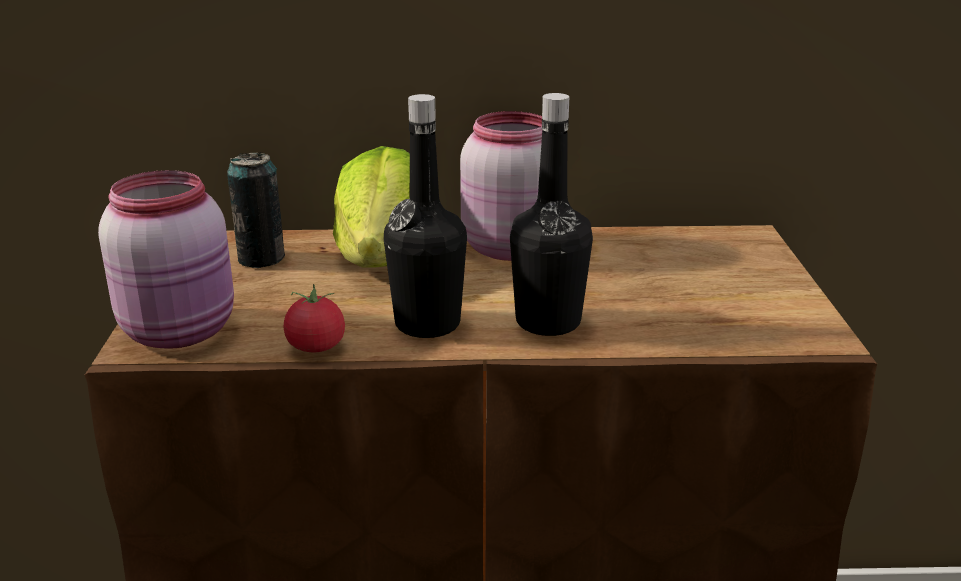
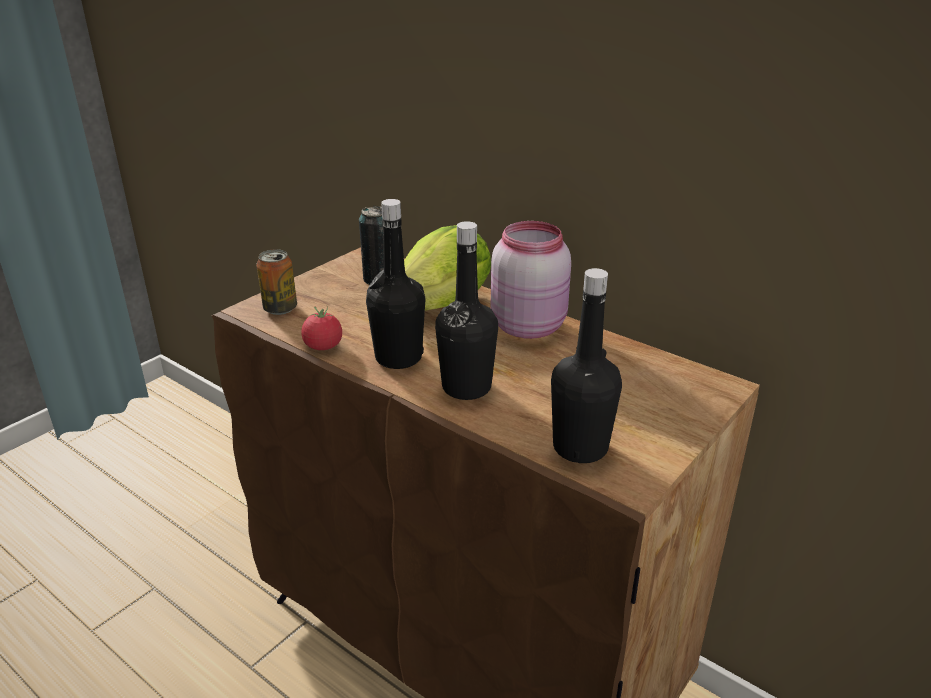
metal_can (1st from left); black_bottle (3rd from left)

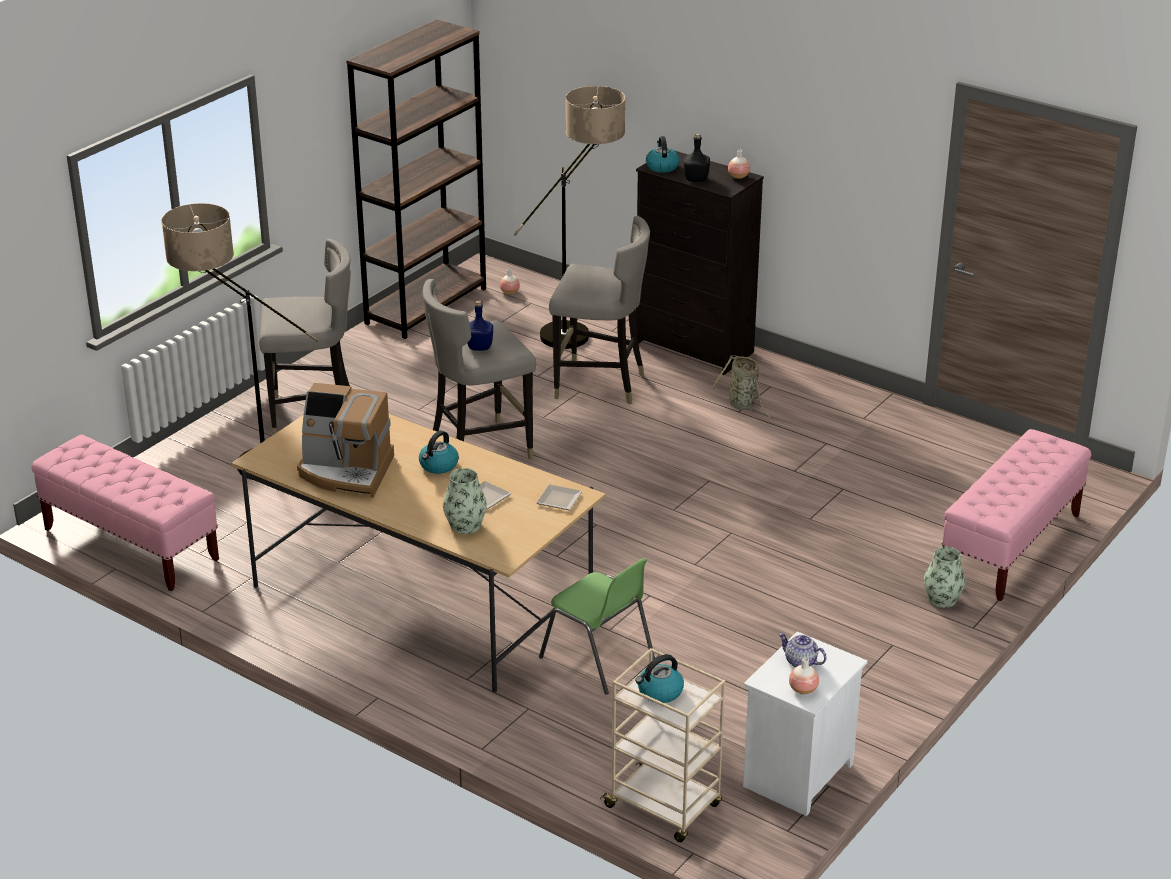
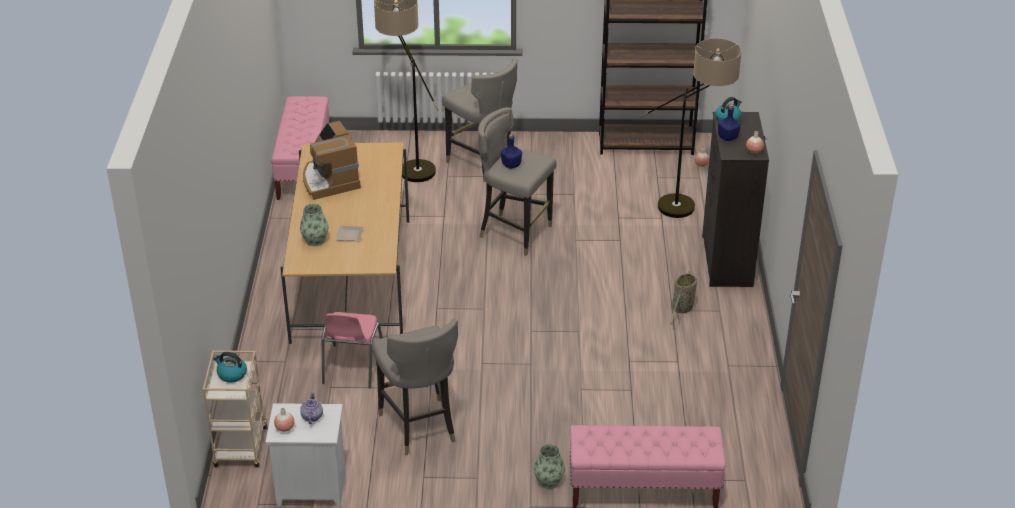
pink_chair; greyish_stool (1st from left); blue-coloured_bottle (2nd from left); tea_kettle (1st from left in the first image); plate (2nd from left in the first image)

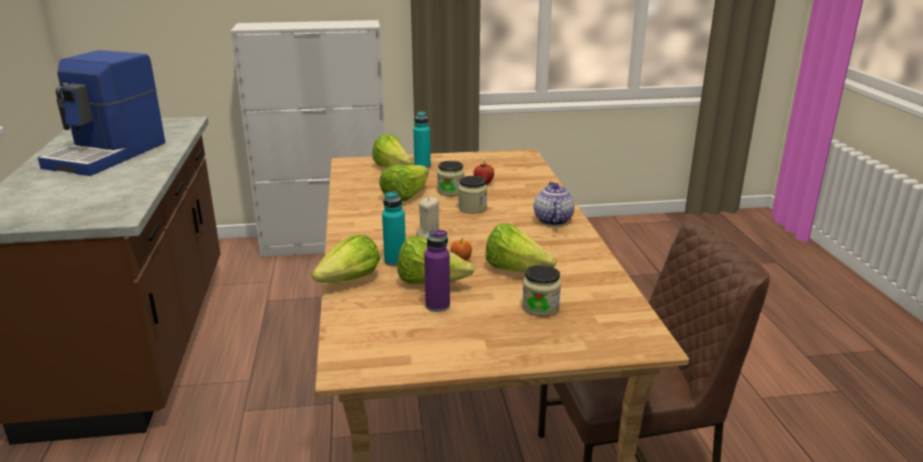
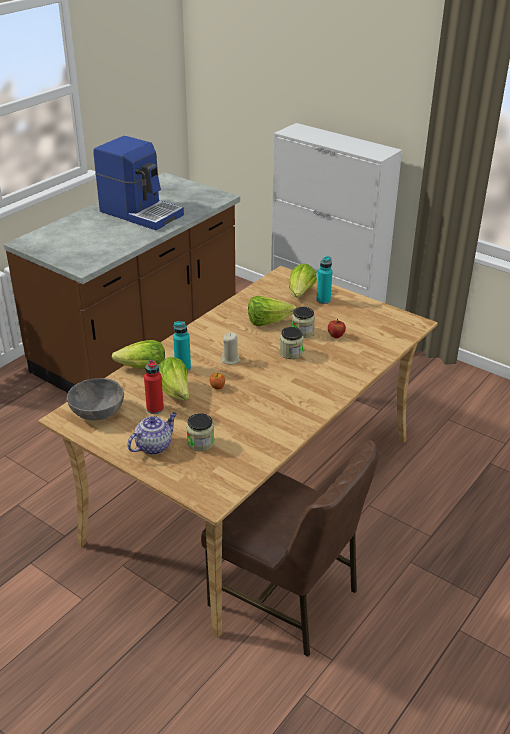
greyish_serving_bowl; coffee_brewer; tea_pot; red-coloured_bottle; lettuce_head (5th from left in the first image)

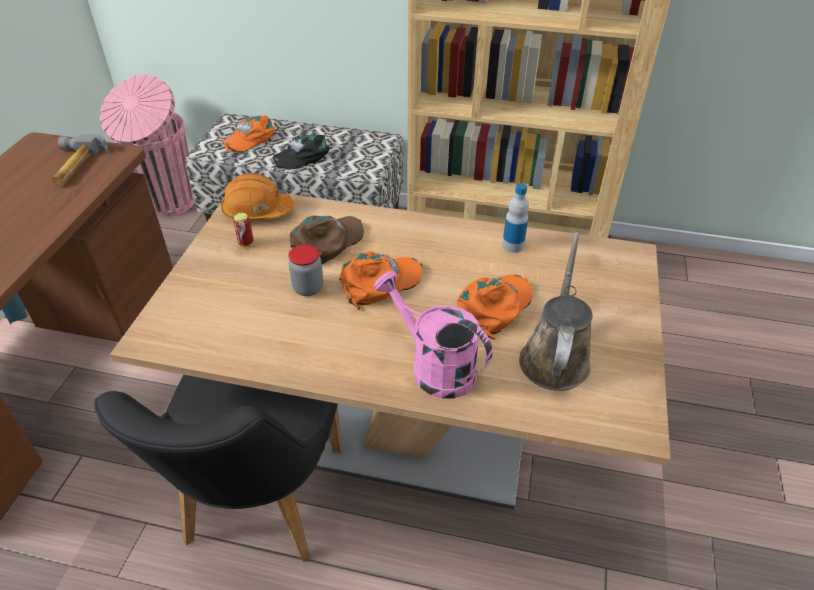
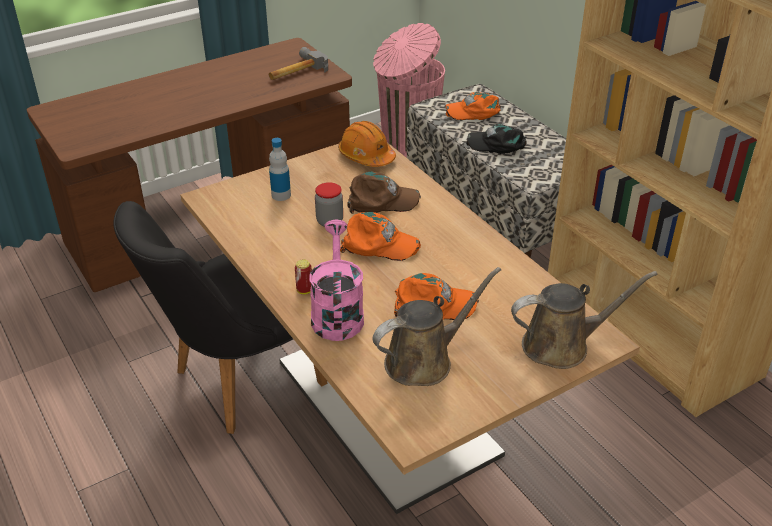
bottle; metal_can; brownish_watering_pot (2nd from left)

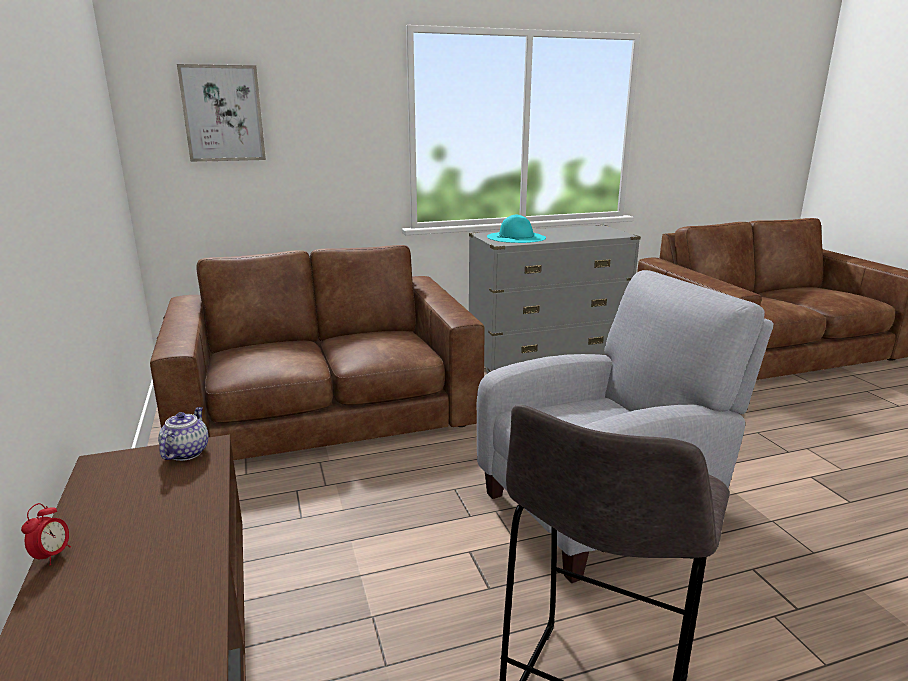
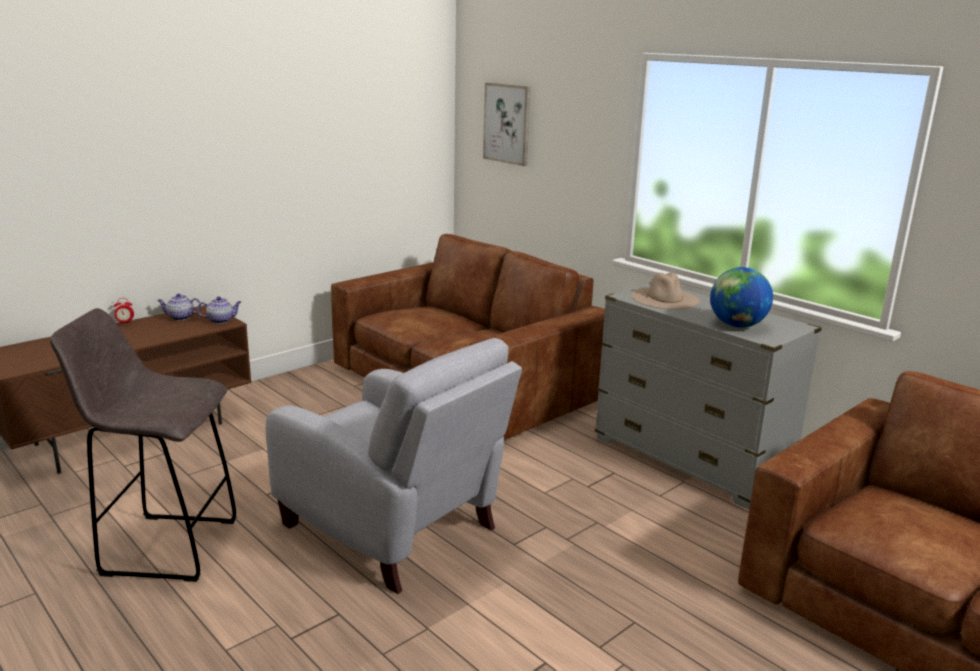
tea_pot (1st from left); beige_wearable_hat; globe

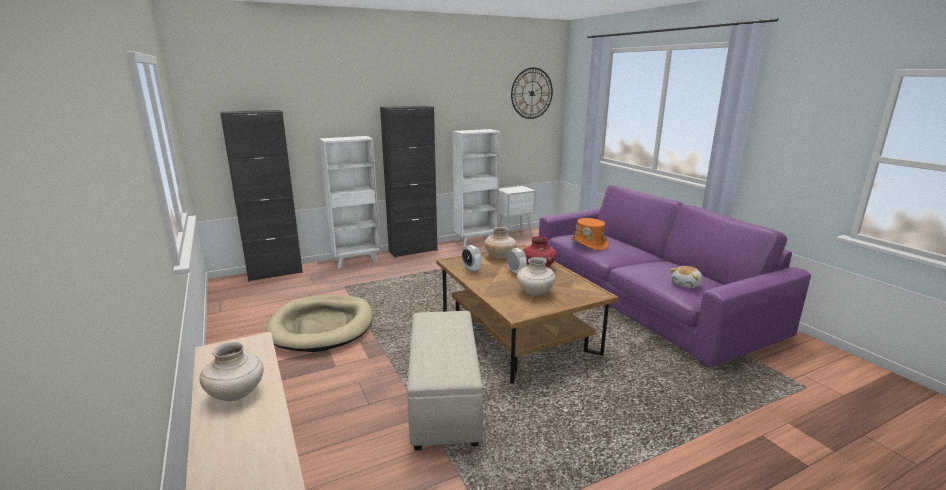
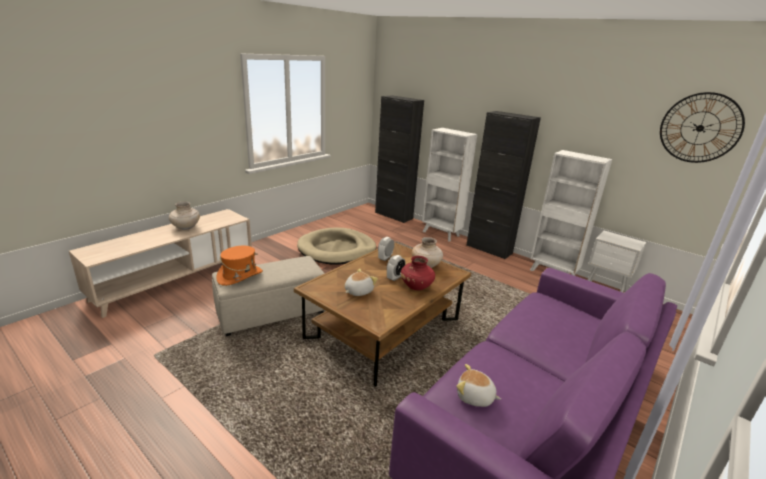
orangey_wearable_hat; soft_toy (1st from left)

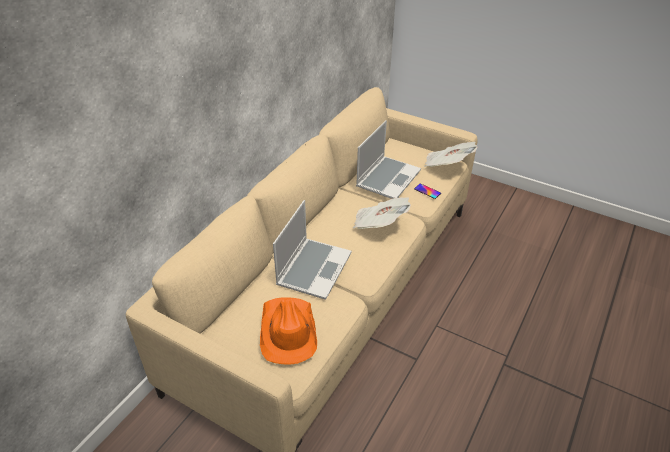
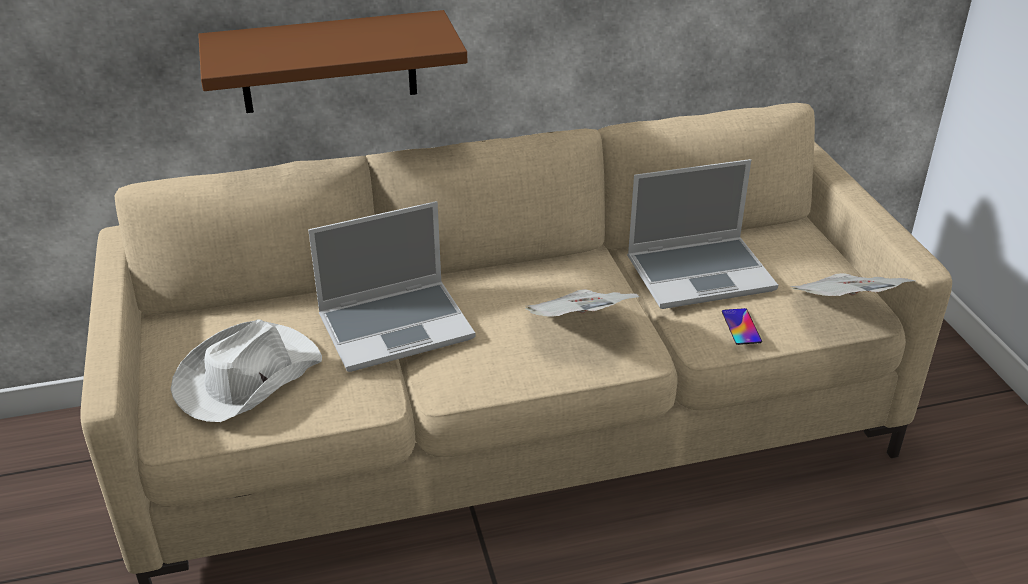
white-coloured_wearable_hat; brownish_shelf

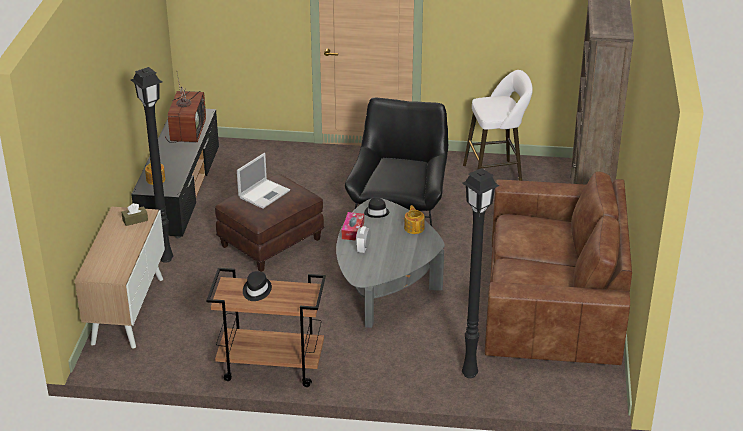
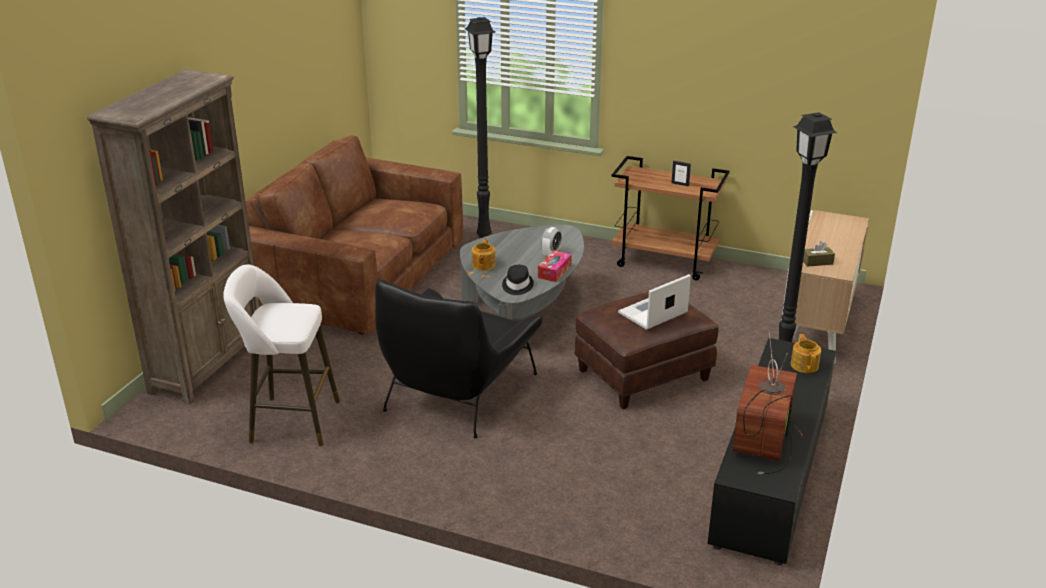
picture_frame

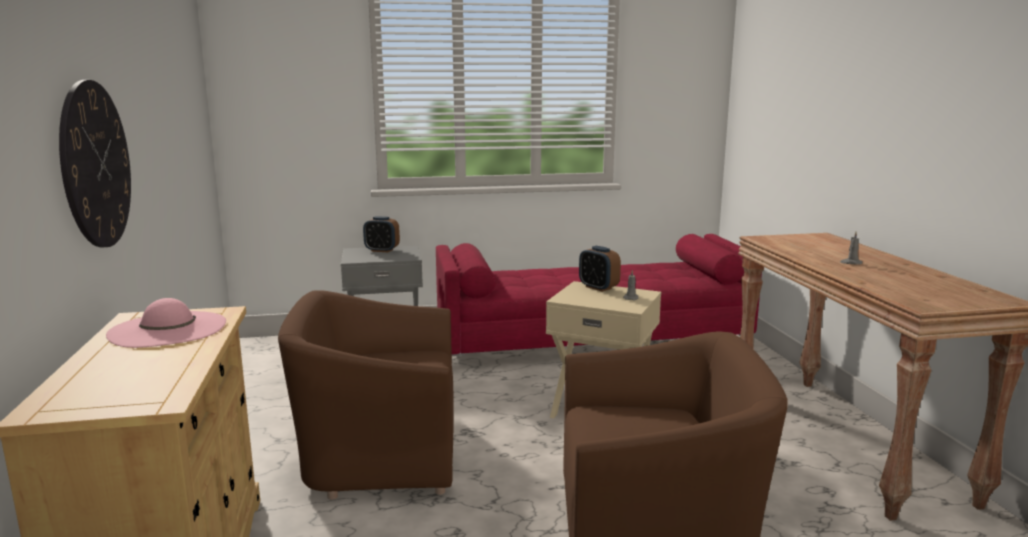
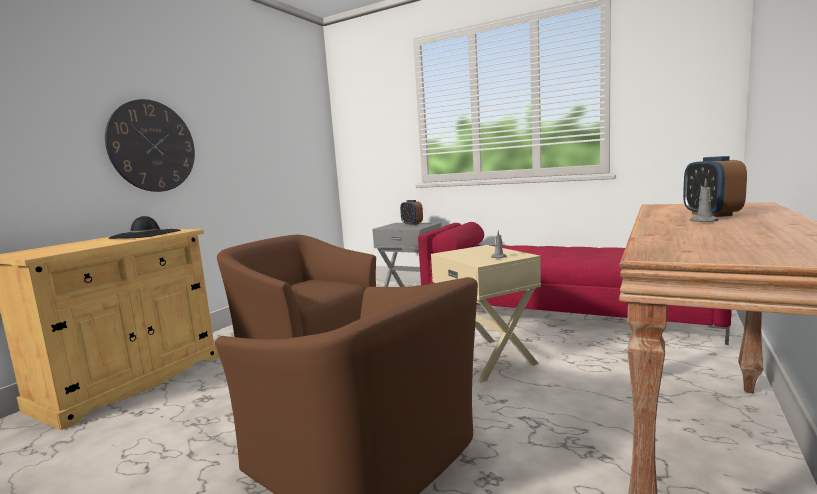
black_wearable_hat; alarm_clock (2nd from left)

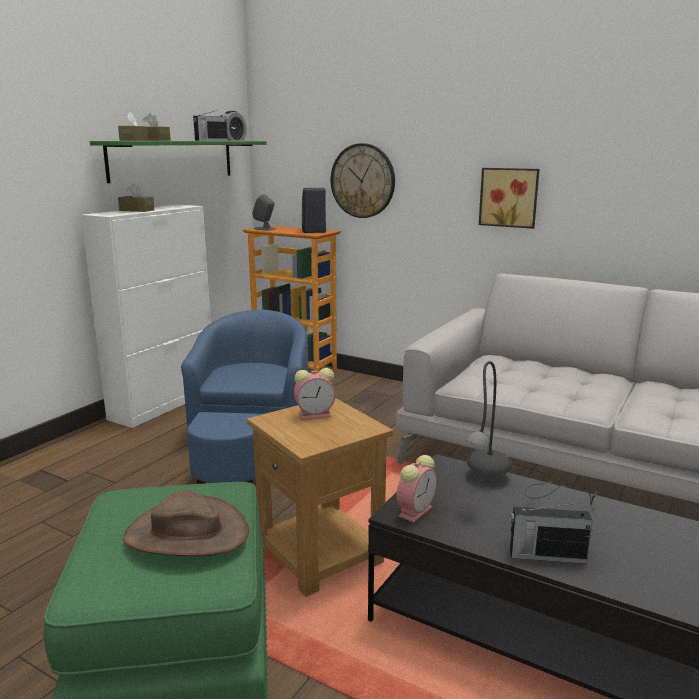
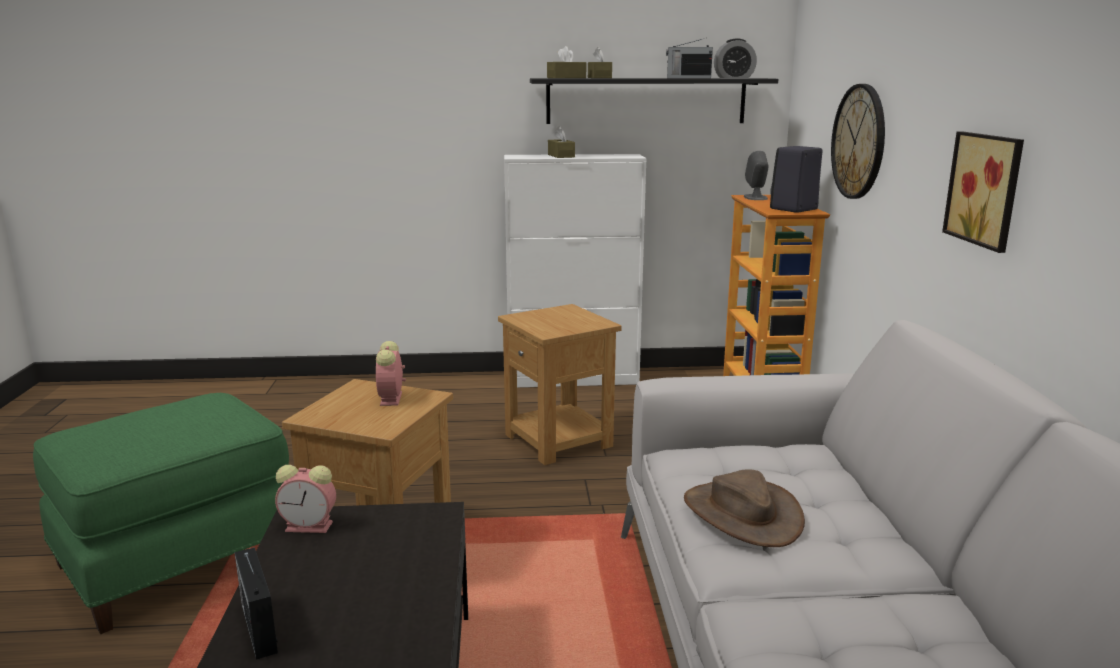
alarm_clock (2nd from left); brownish_side_table (2nd from left); black_shelf; brownish_wearable_hat; greyish_tabletop_lamp

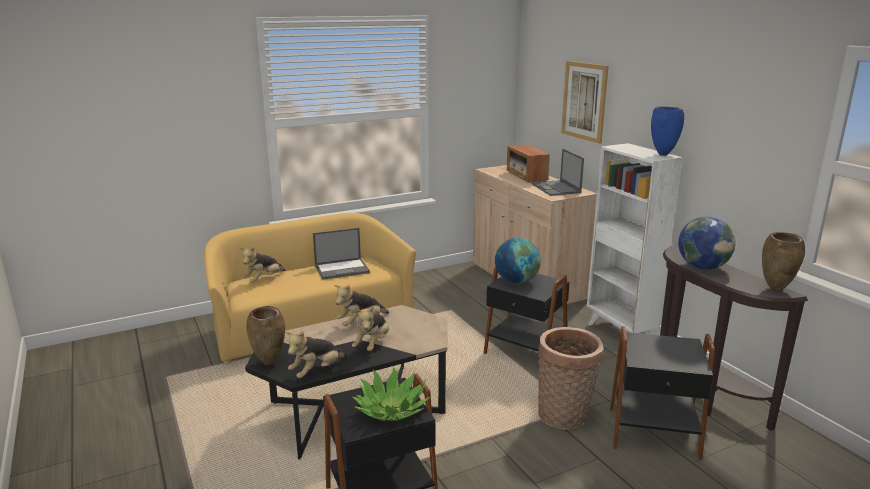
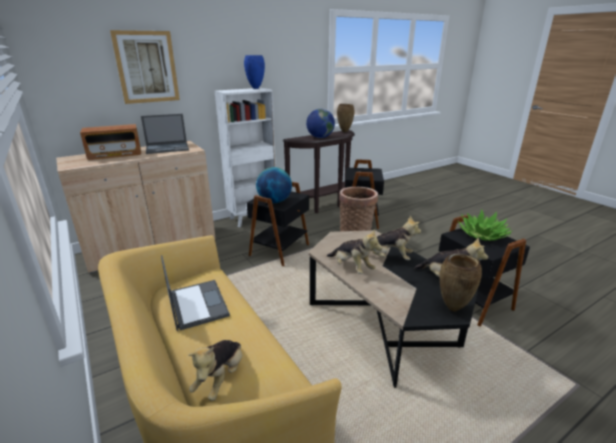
soft_toy (1st from left)

